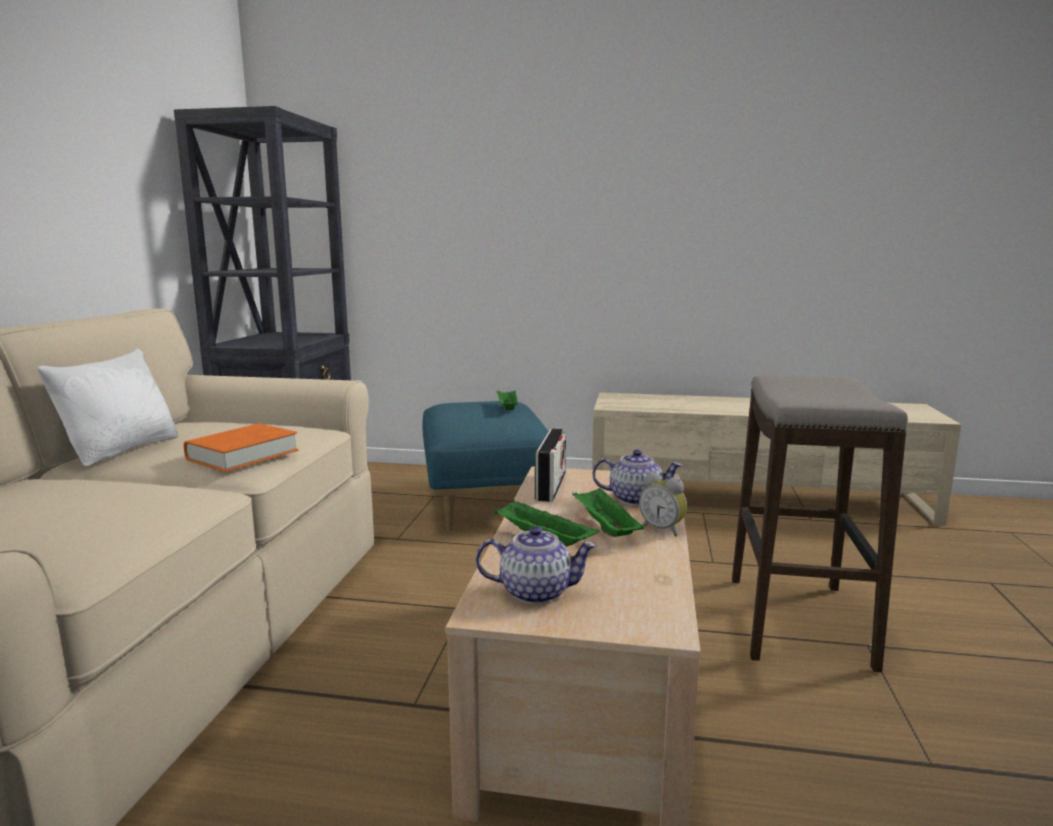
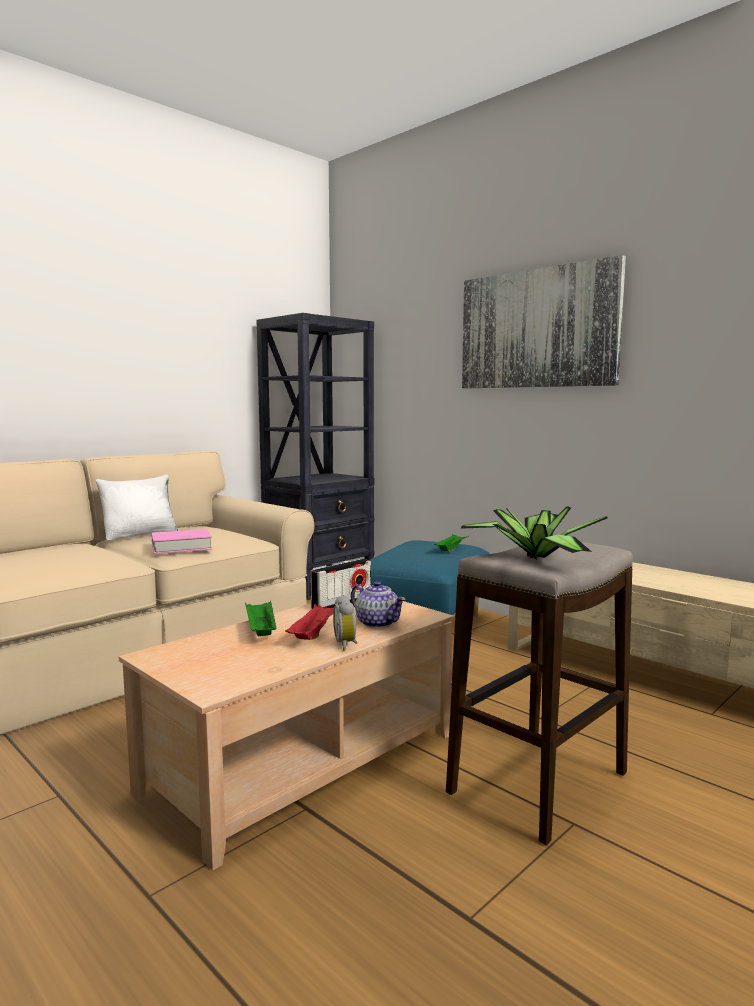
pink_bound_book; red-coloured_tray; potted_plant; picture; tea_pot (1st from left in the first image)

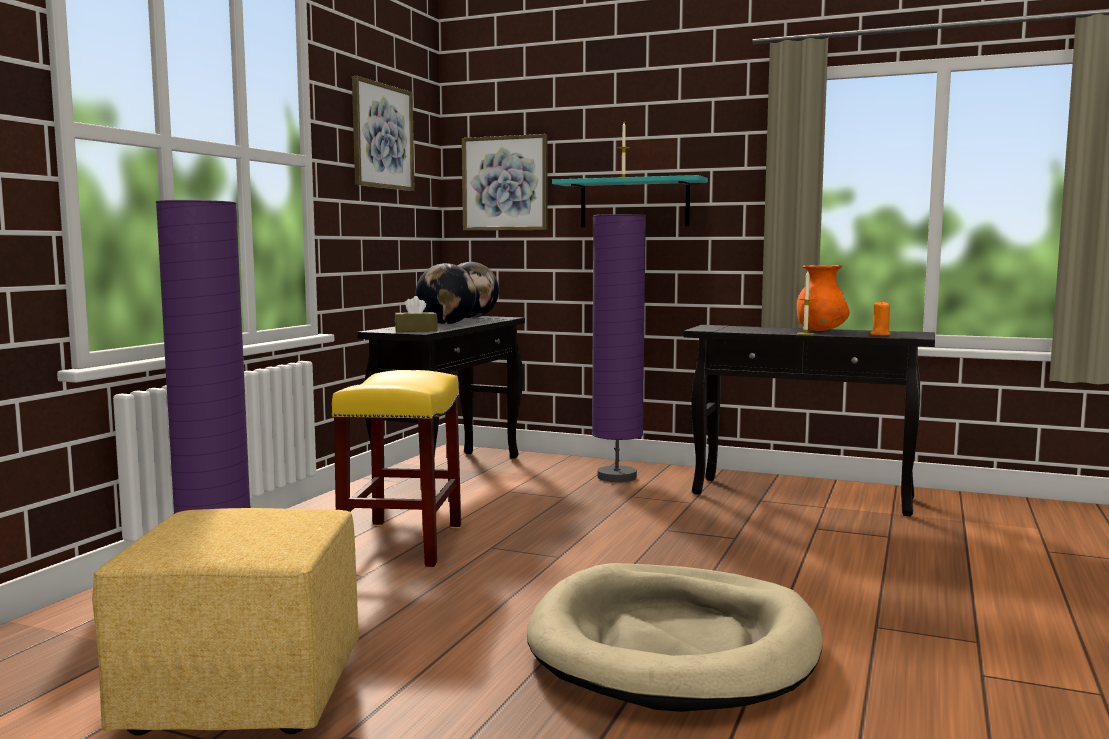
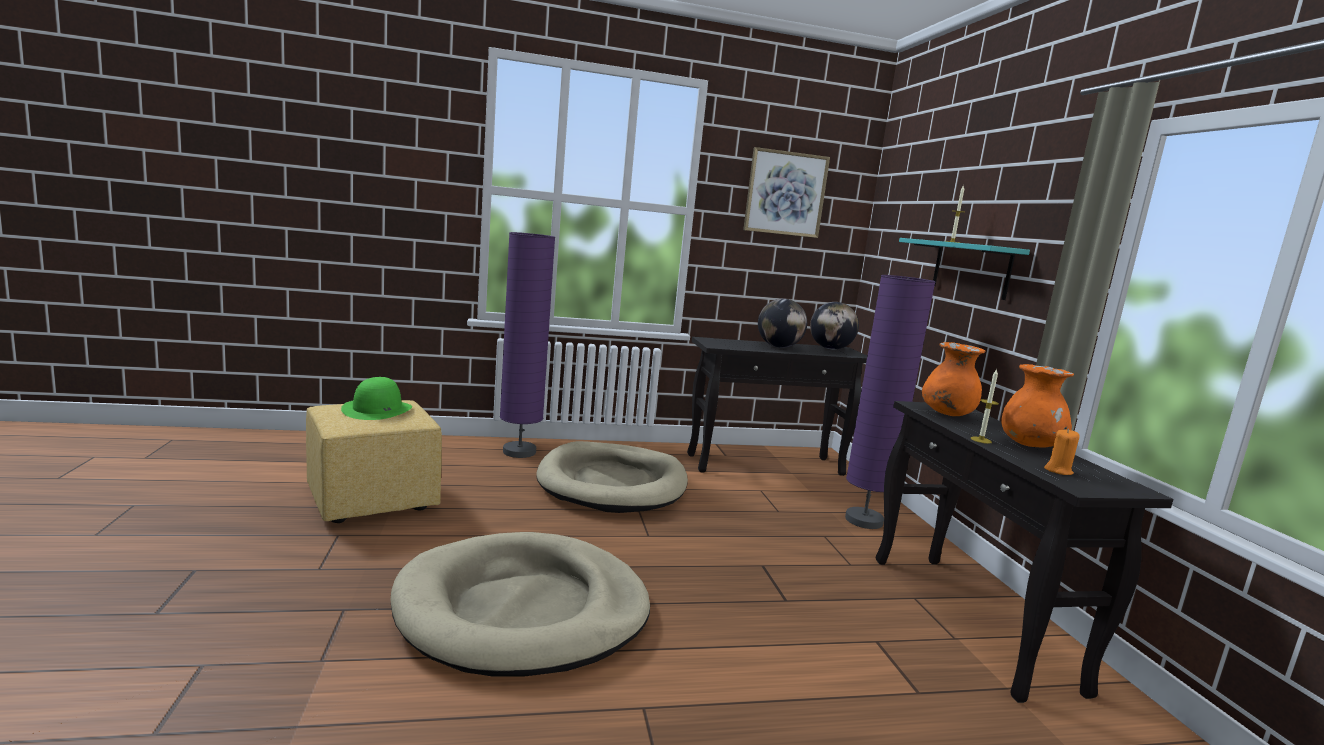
green_wearable_hat; beige_dog_bed (2nd from left); orangey_vase (1st from left); brownish_tissue_holder; picture (2nd from left in the first image)

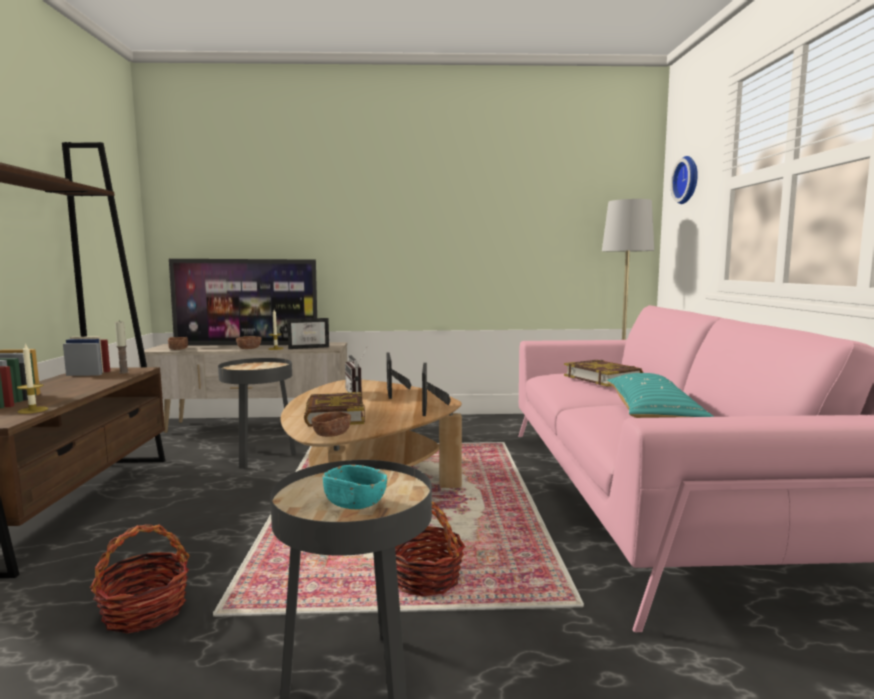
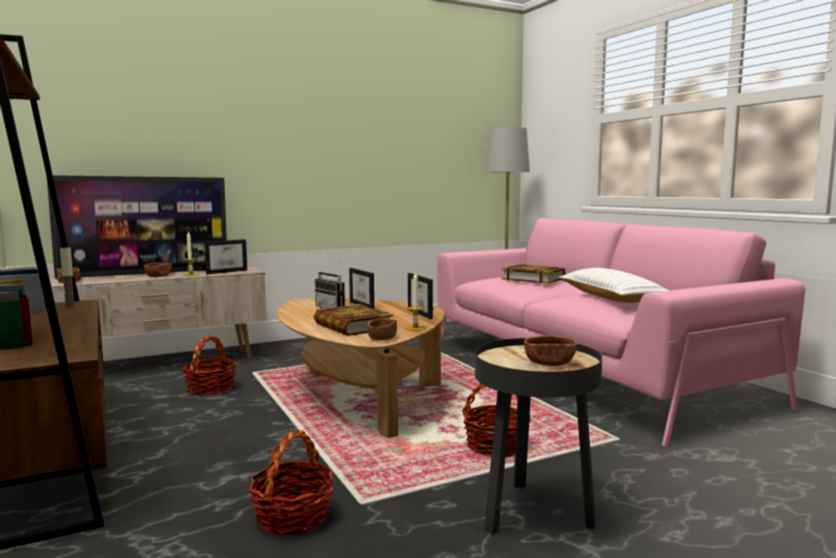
basket (1st from left); wax_light (3rd from left); brownish_serving_bowl (4th from left); white-coloured_pillow; wall_clock

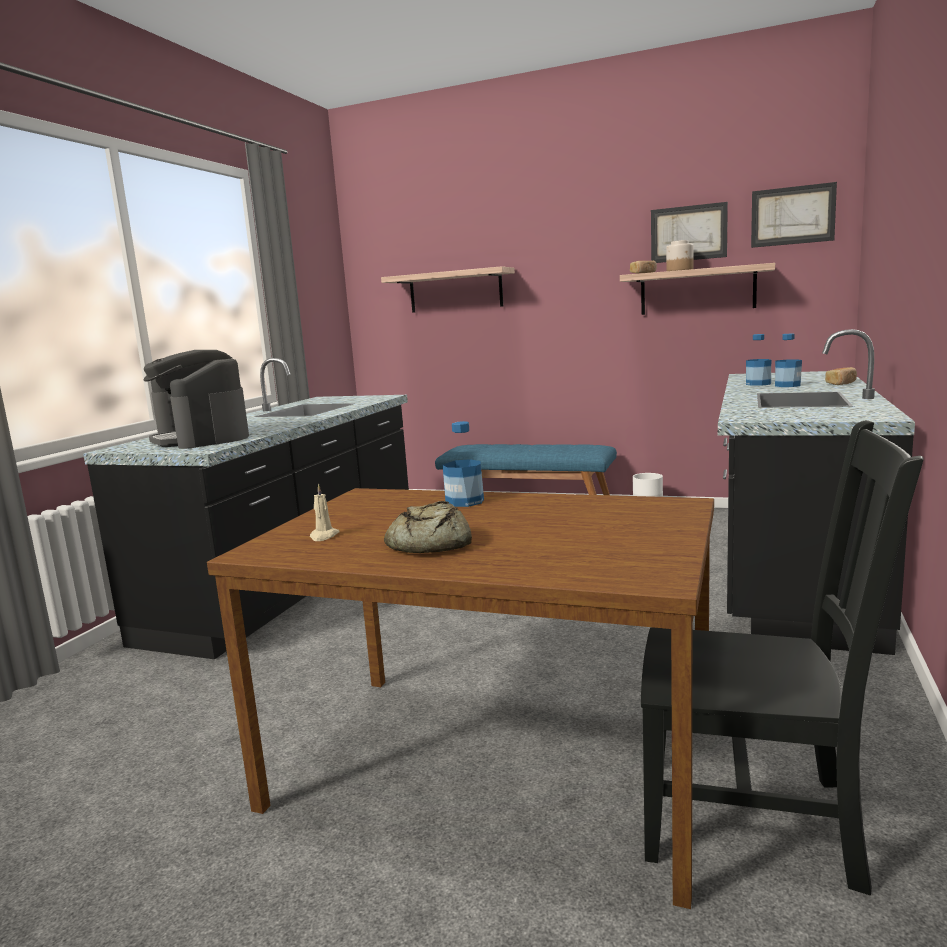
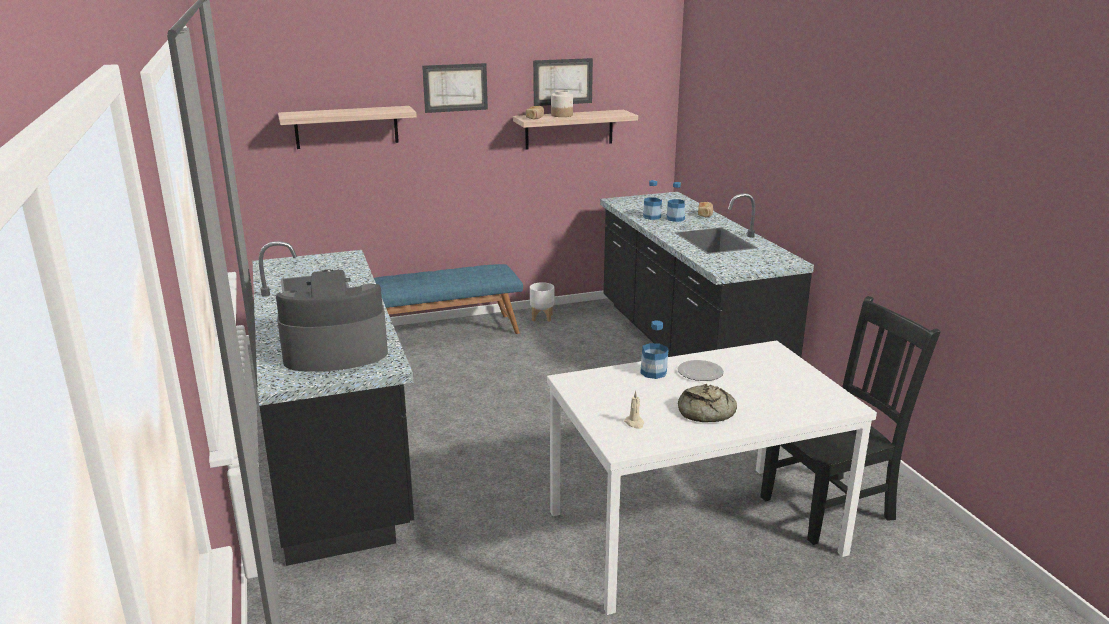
coffee_brewer; picture (1st from left); white-coloured_dining_table; plate

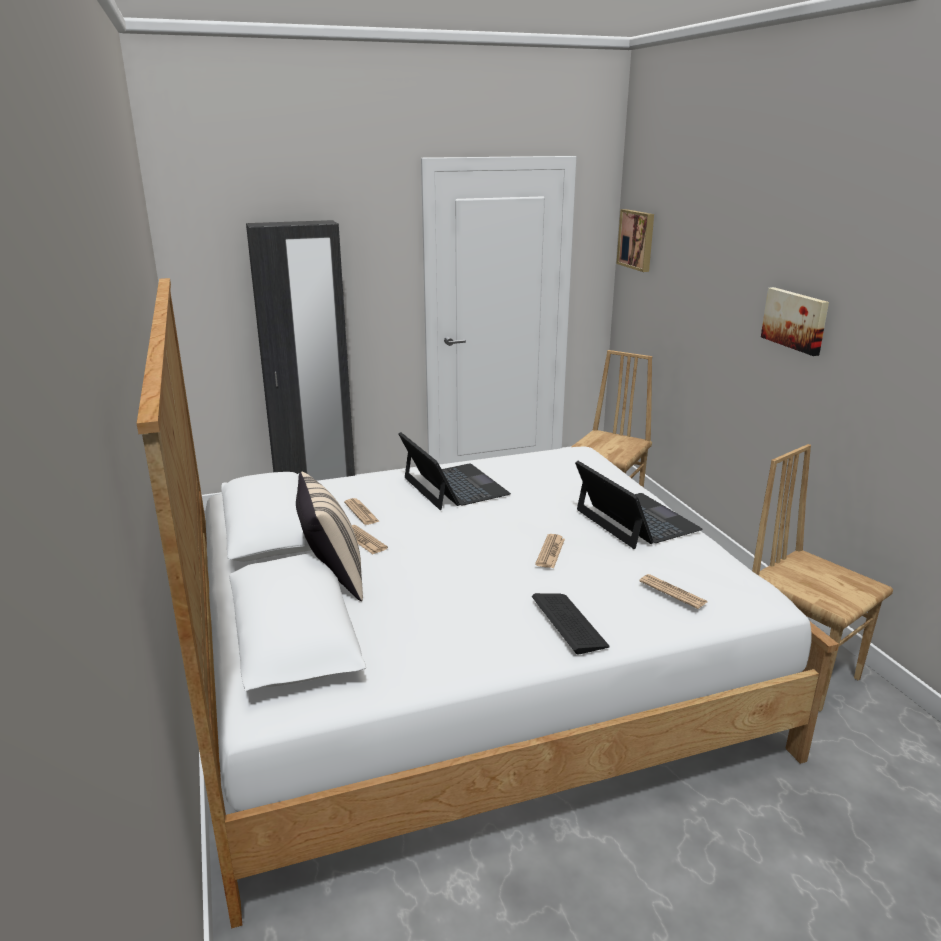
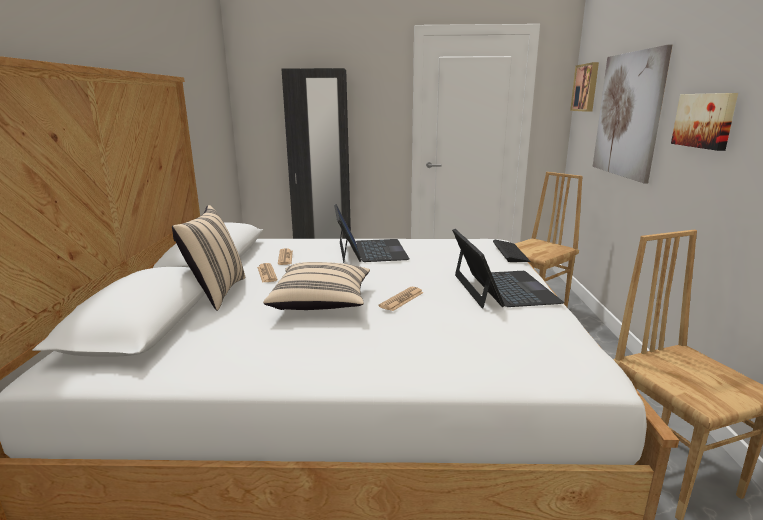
beige_pillow (2nd from left); keyboard; picture (2nd from left); daily_paper (4th from left in the first image)

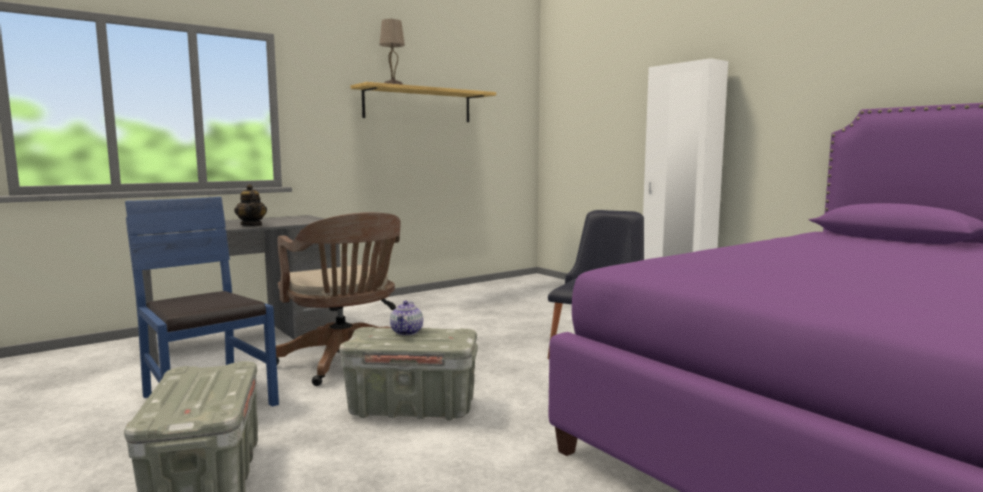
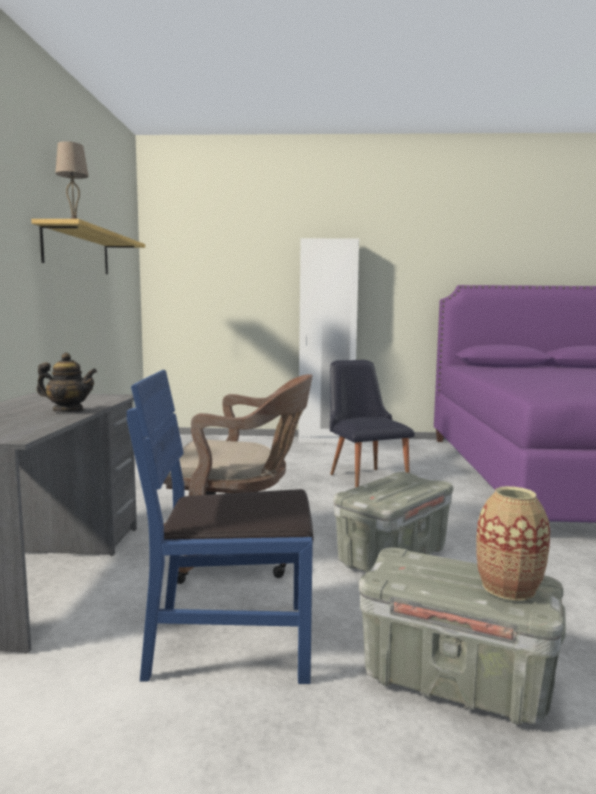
vase; tea_pot (2nd from left in the first image)

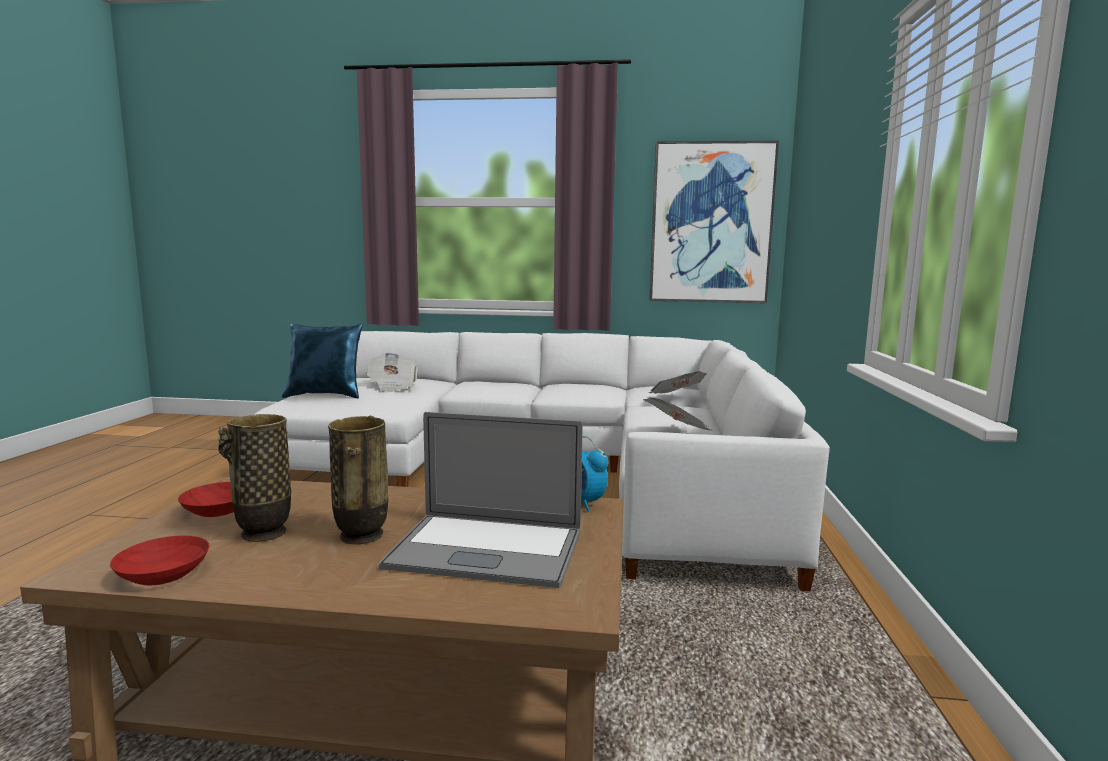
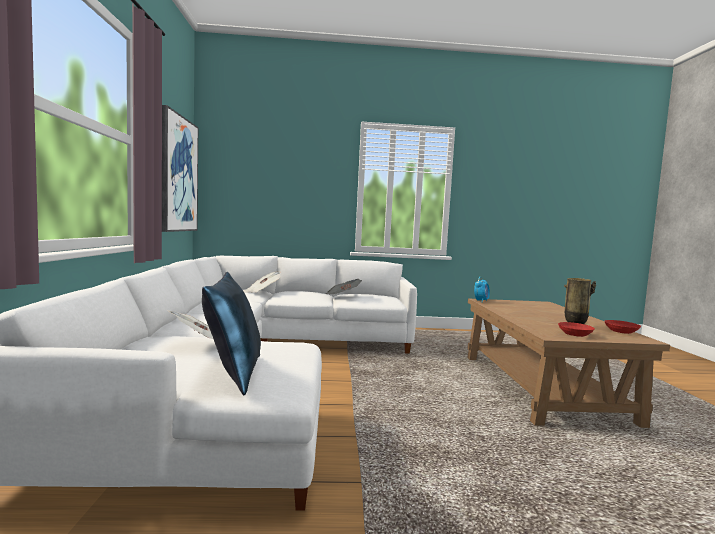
vase (2nd from left in the first image); notebook_computer

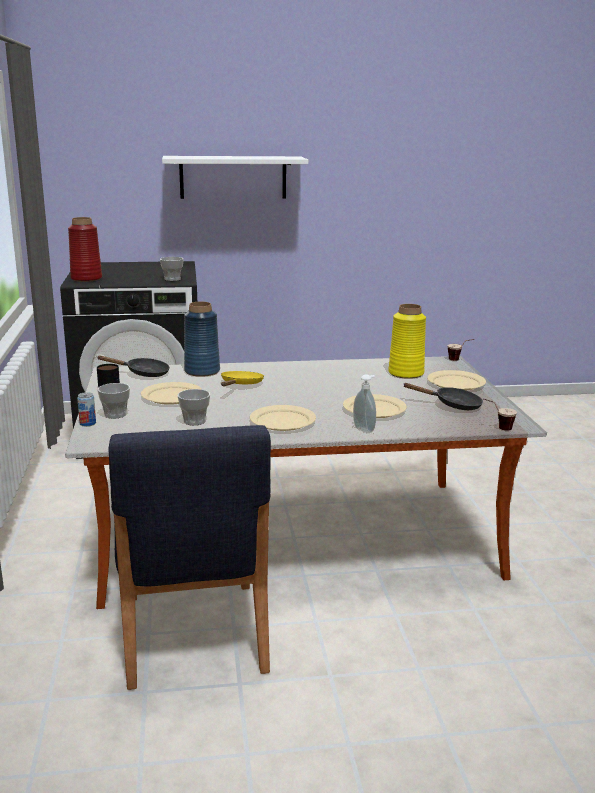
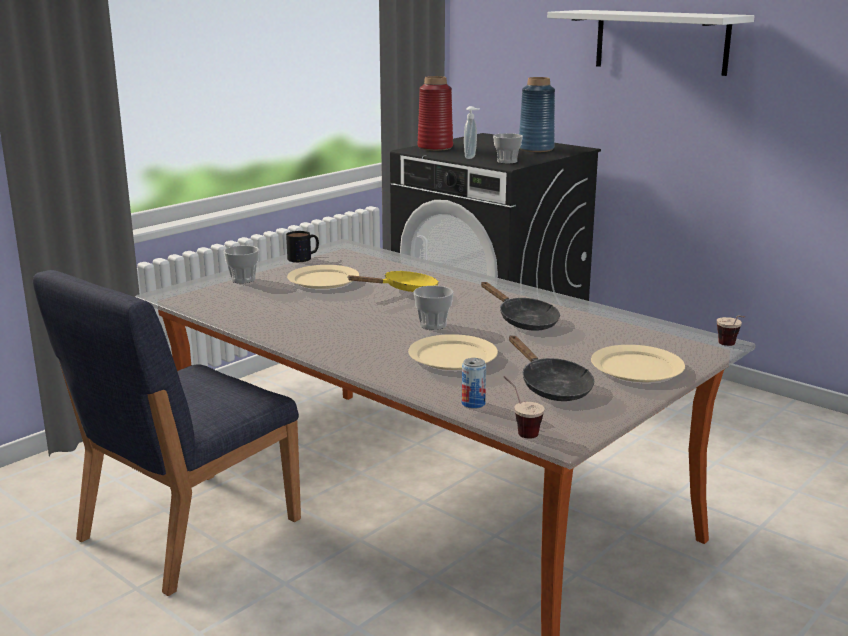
cup (2nd from left); metal_can; soap_dispenser; black_frying_pan (1st from left); blue-coloured_vase; beige_plate (2nd from left in the first image); yellow-coloured_vase

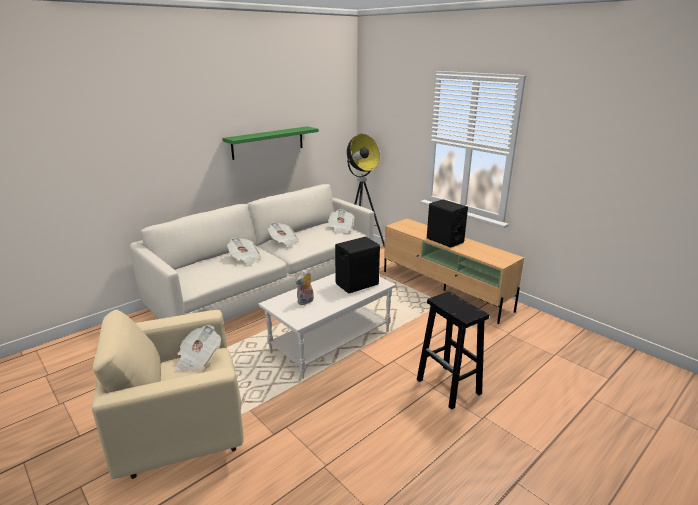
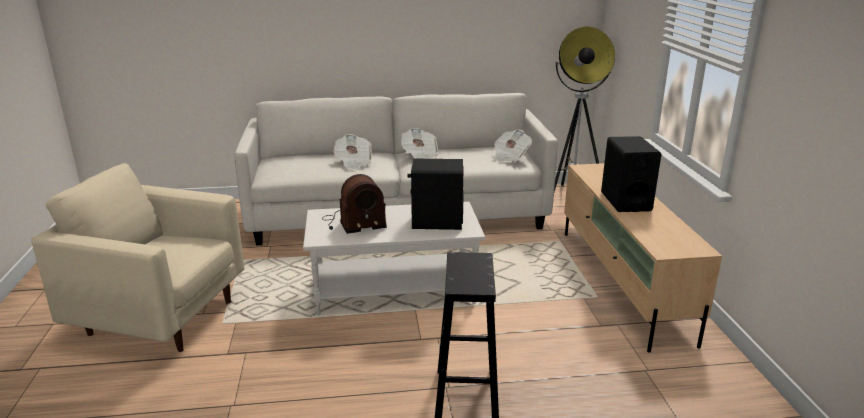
radio; daily_paper (1st from left in the first image); green_shelf

